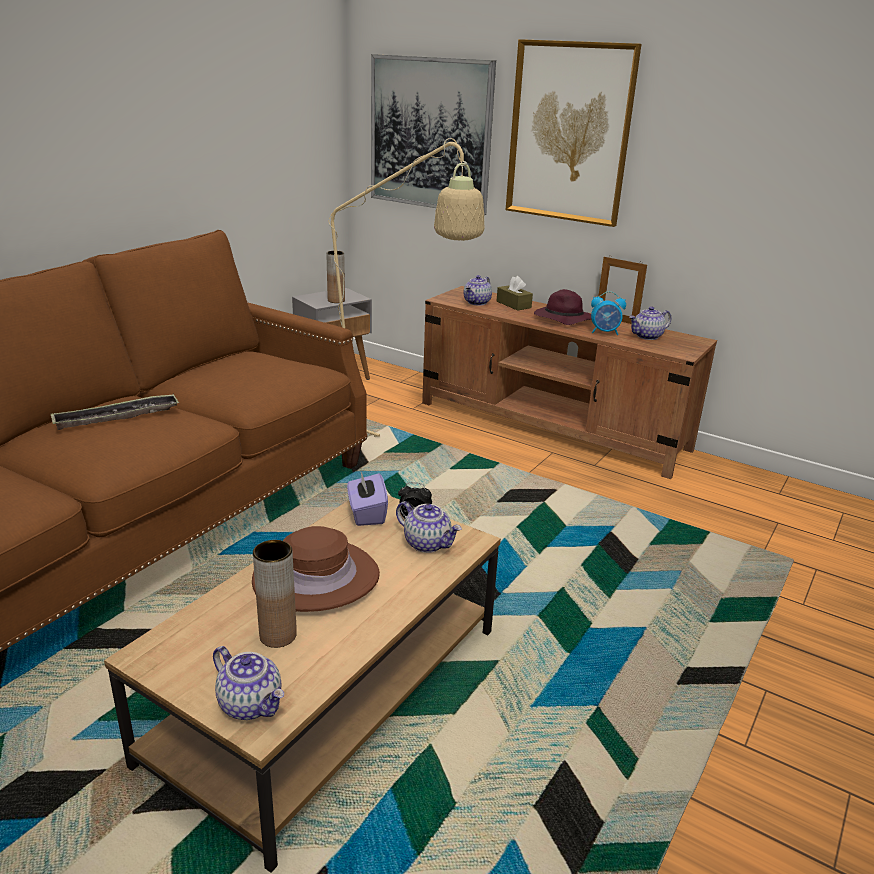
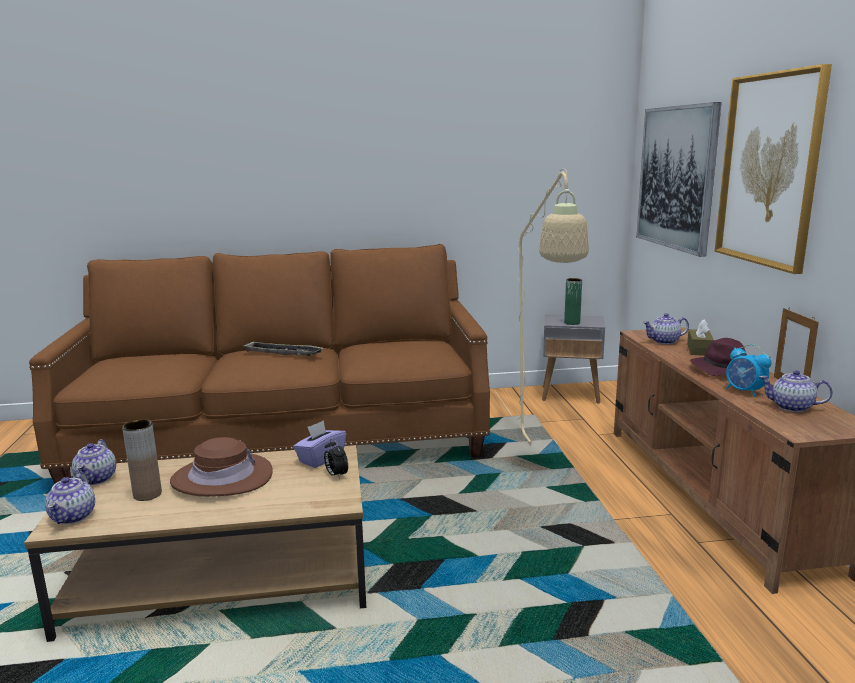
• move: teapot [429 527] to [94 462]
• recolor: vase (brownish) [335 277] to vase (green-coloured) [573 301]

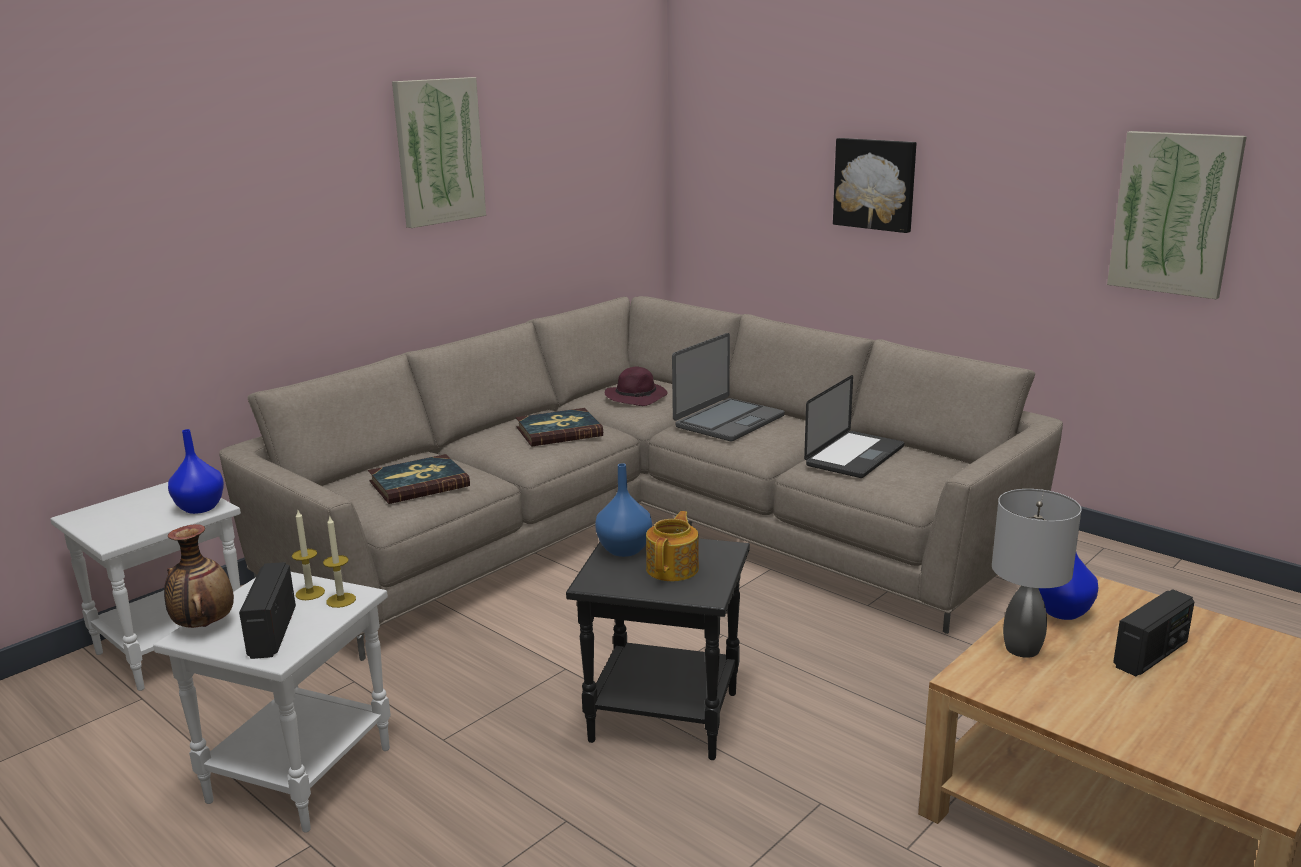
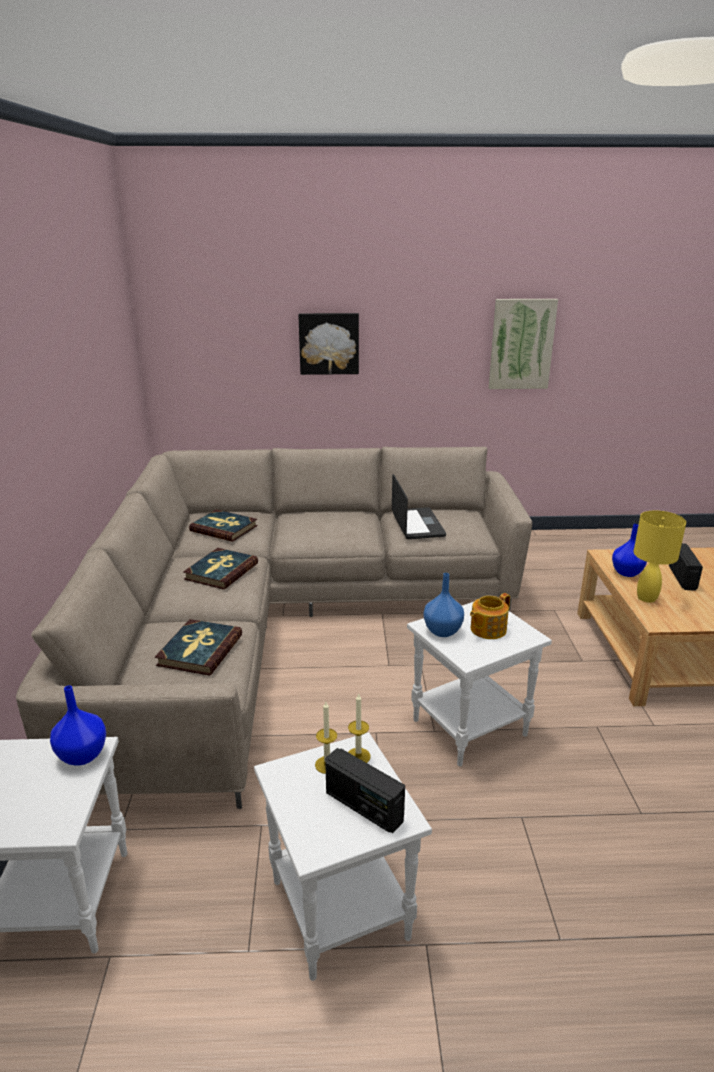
• replace: hat (purple-coloured) [636 386] to book [223 525]
• recolor: end table (black-coloured) [658 649] to end table (white-coloured) [479 684]
• rotate: teapot [672 546] = [490 616] 105 degrees counterclockwise
• recolor: table lamp (gray) [1037 573] to table lamp (yellow) [660 556]
• delete: vase [199 576]
• delete: wall art [439 152]
• delete: laptop [728 387]

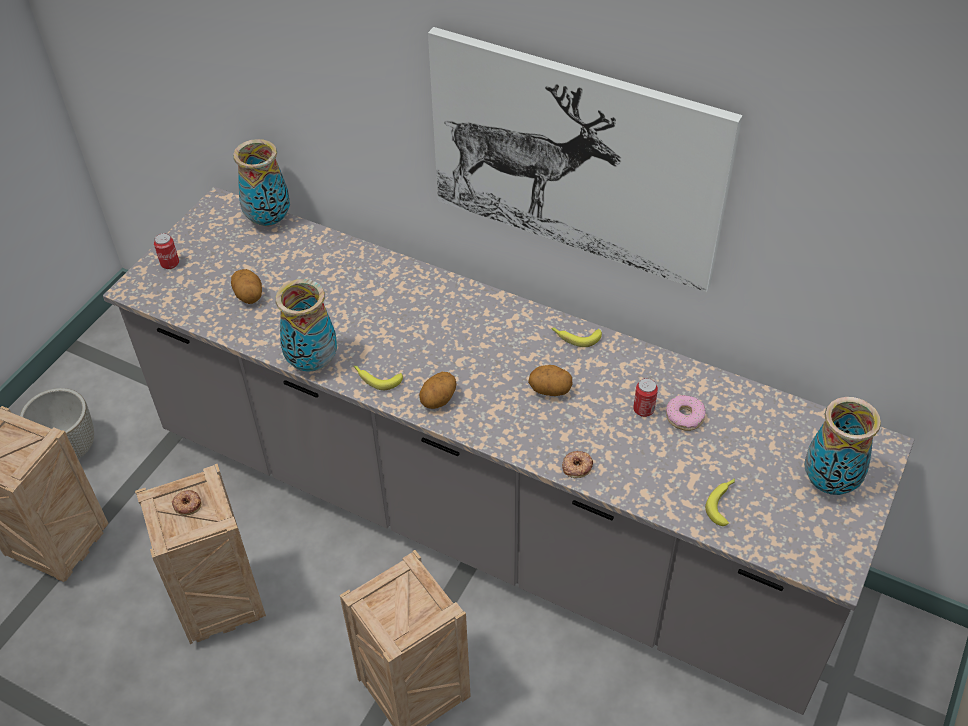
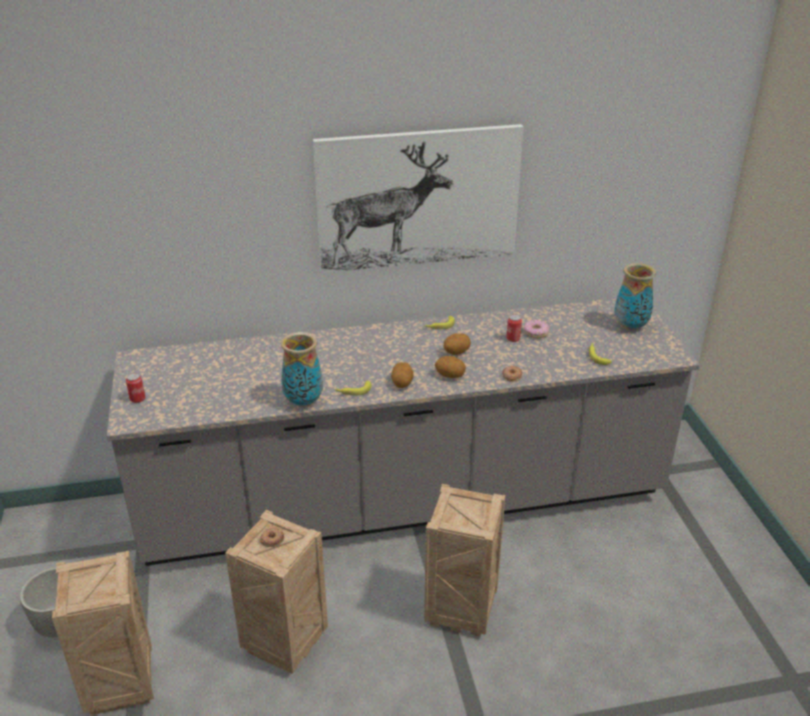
• move: whole potato [246 286] to [450 367]
• delete: vase [261 183]

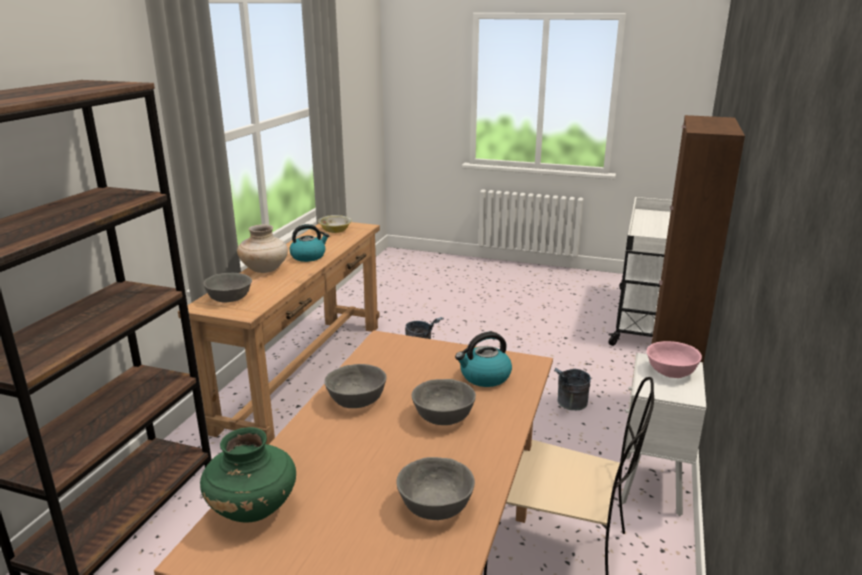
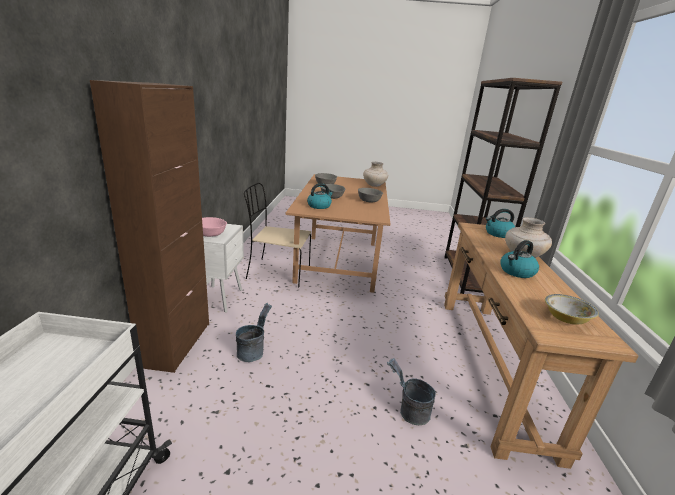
• recolor: vase (green-coloured) [248 475] to vase (beige) [375 174]
• replace: serving bowl (gray) [227 288] to tea kettle [500 223]

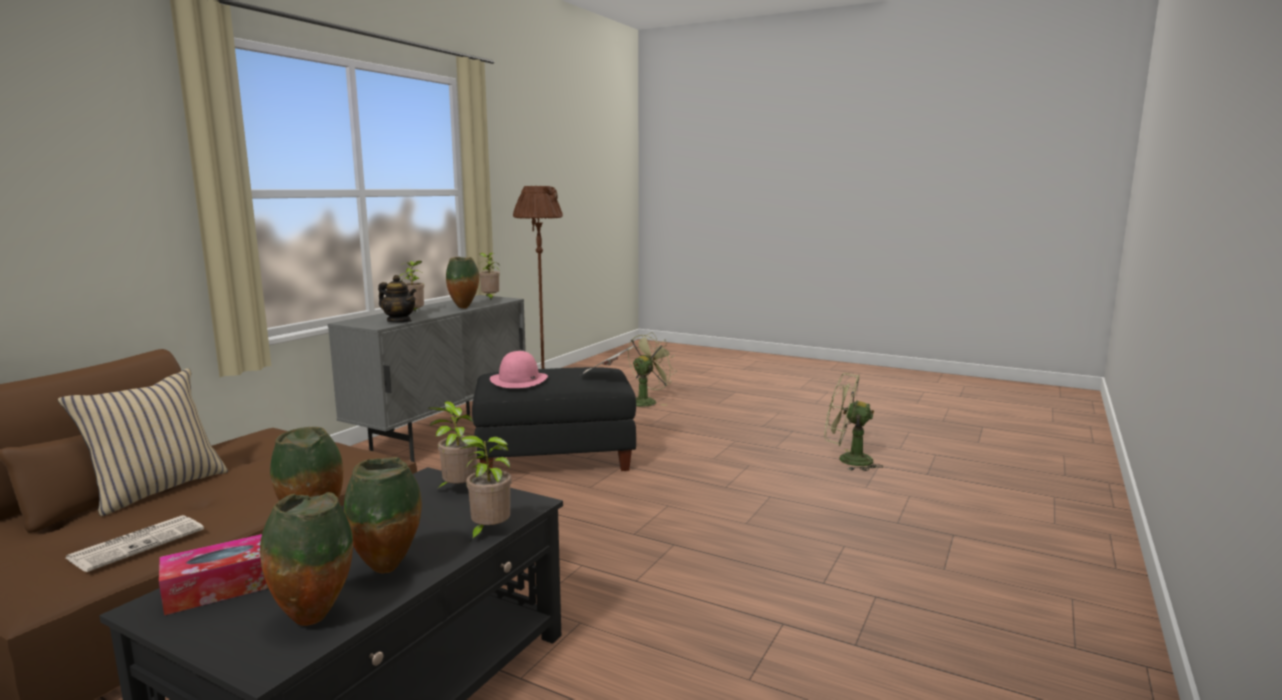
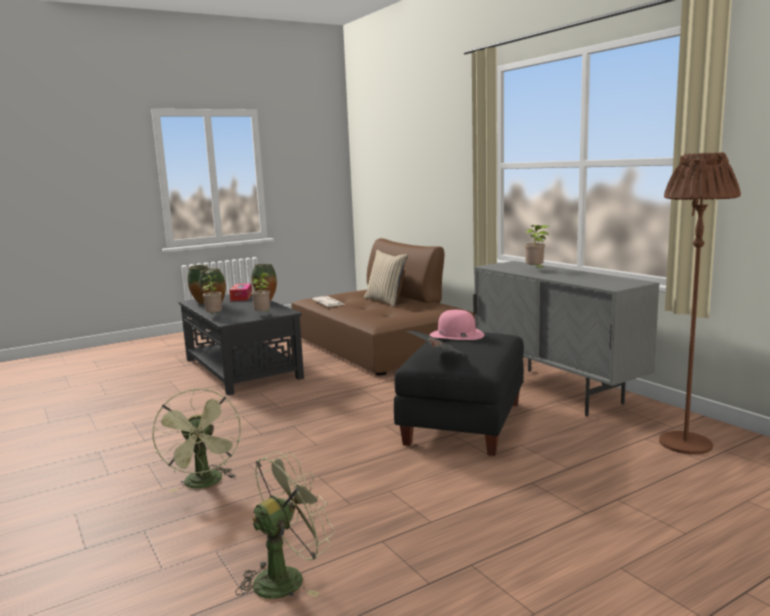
• move: cooling fan (green-coloured) [652 369] to [196 440]
• delete: teapot [397 299]
• delete: vase [462 283]
• delete: plant in a pot [489 276]

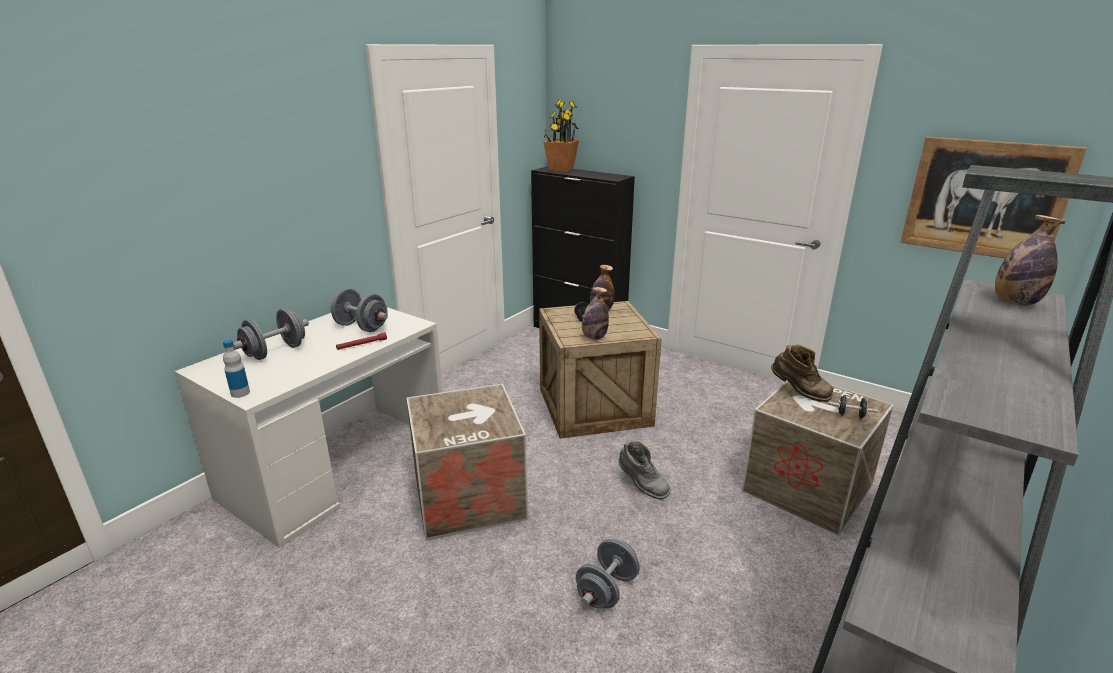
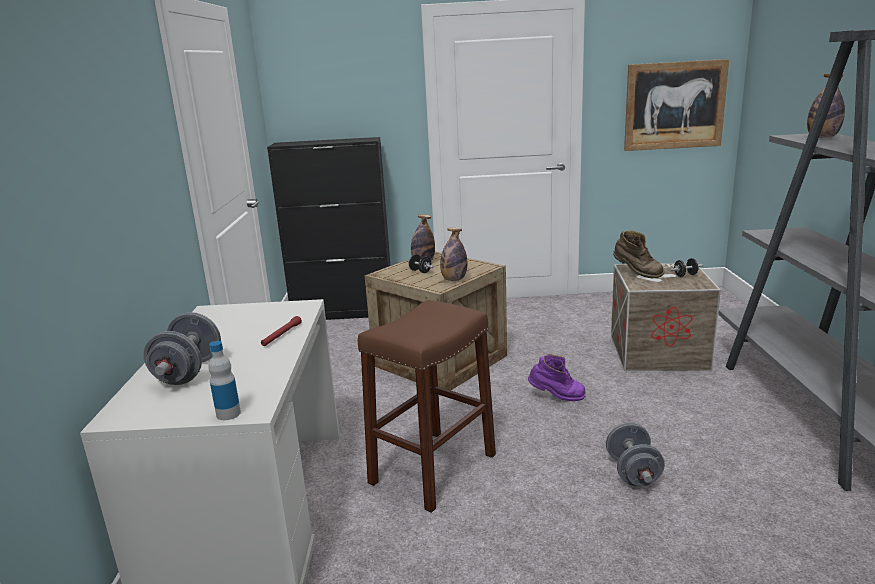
• replace: packing crate [467 462] to stool seat (brownish) [427 406]
• recolor: boot (gray) [645 470] to boot (purple-coloured) [557 377]
• rotate: boot (brownish) [802 373] = [638 254] 45 degrees clockwise
• delete: hand weight (gray) [359 310]
• delete: plant in a pot [561 135]

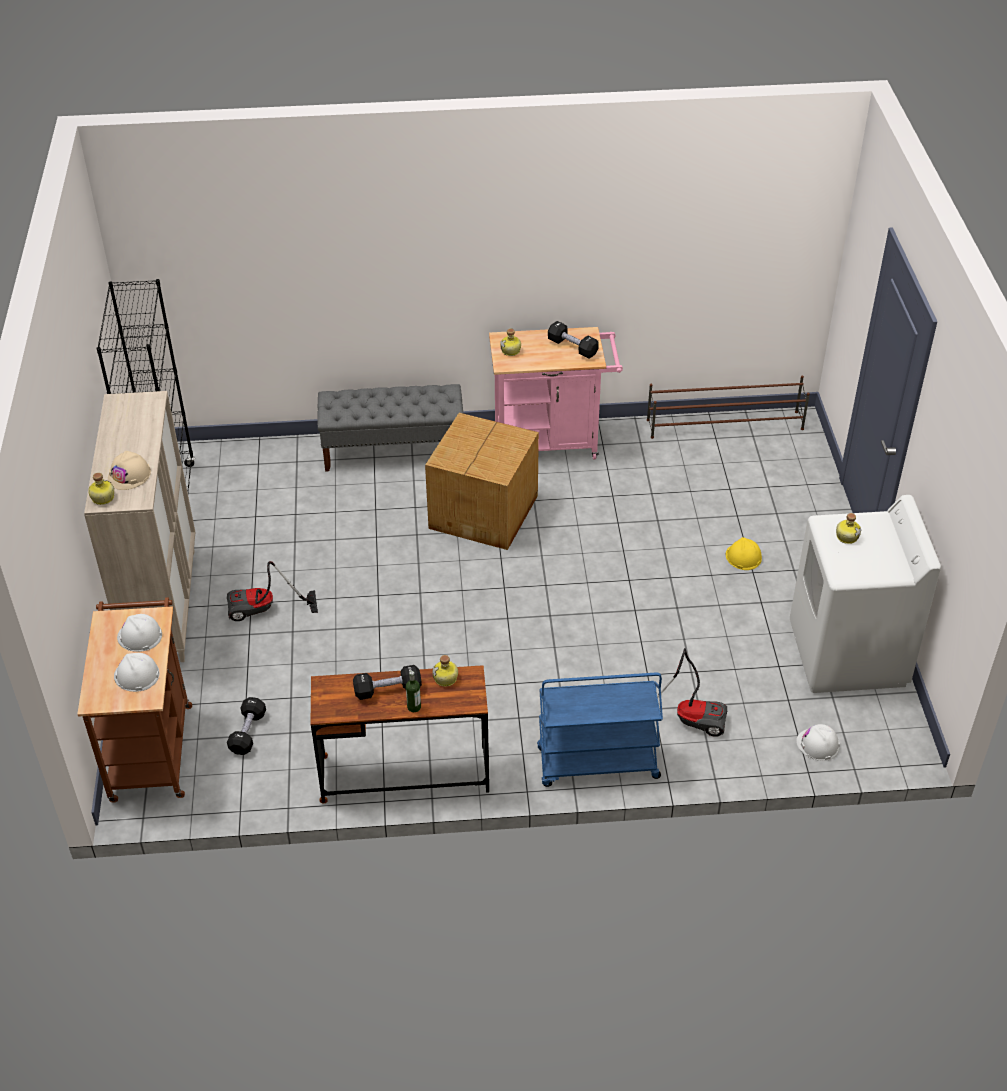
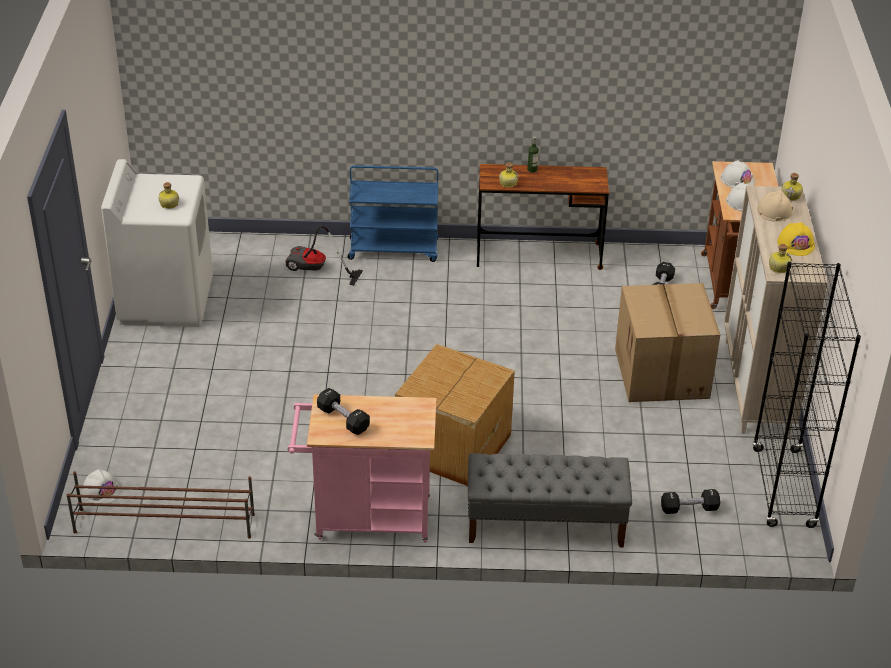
• move: safety helmet (white-coloured) [818 742] to [101 486]
• replace: vacuum cleaner [272 591] to cardboard box [667 342]
• move: hand weight (black-coloured) [387 682] to [690 501]
• move: beverage bottle [510 342] to [780 258]
• move: safety helmet (yellow) [744 553] to [796 239]

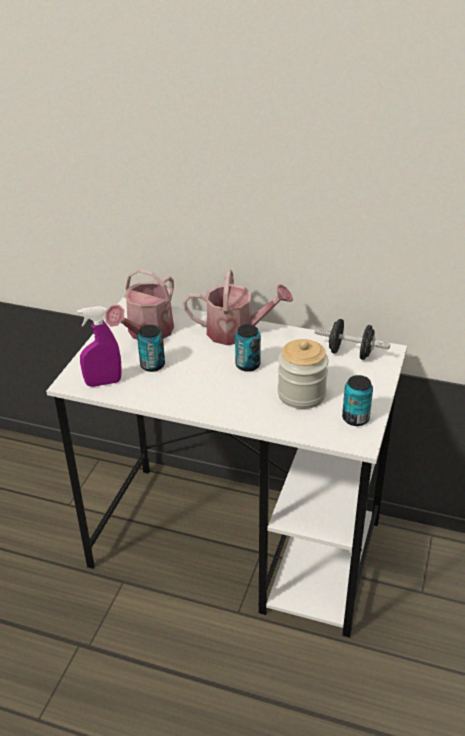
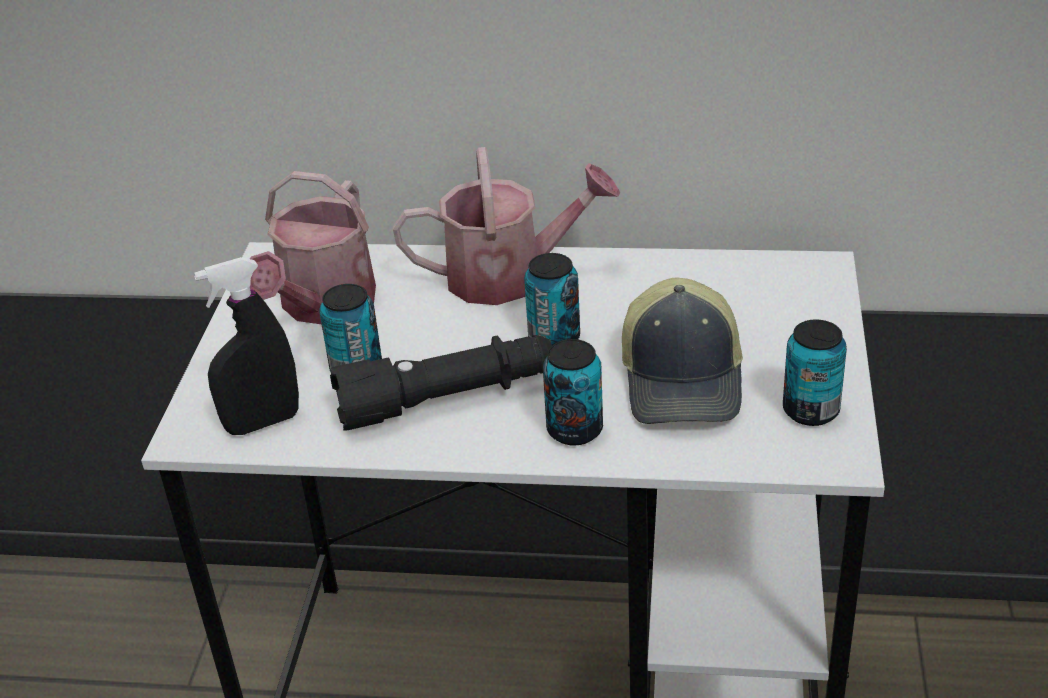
• recolor: hand sprayer (purple-coloured) [99 346] to hand sprayer (black-coloured) [246 346]
• insert: hand torch (black-coloured) [441 383]
• insert: can [573 392]
• replace: preserve jar [303 374] to peaked cap [682 350]
• delete: hand weight (black-coloured) [352 339]

